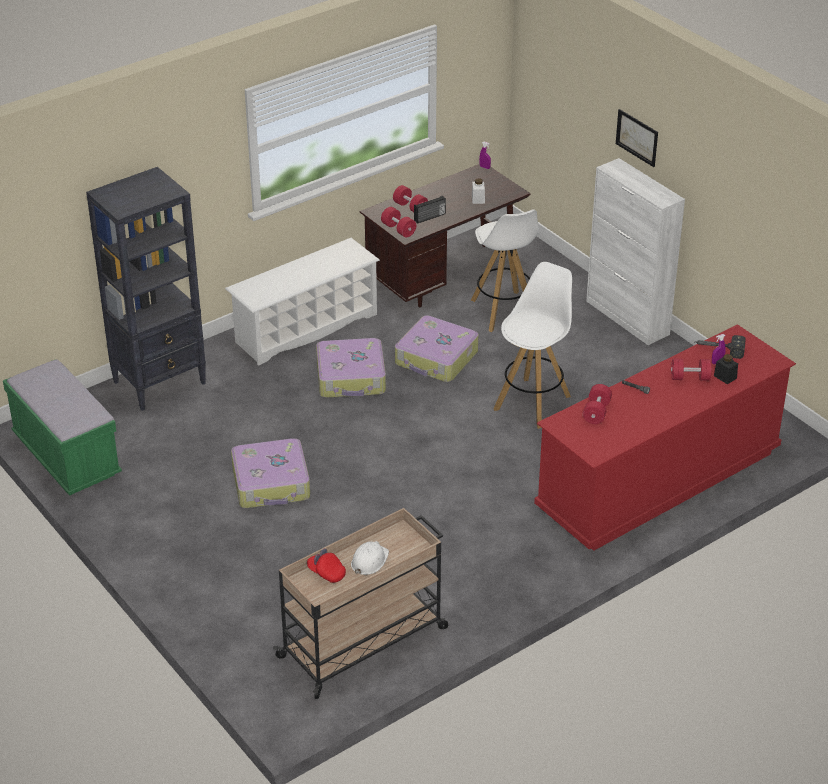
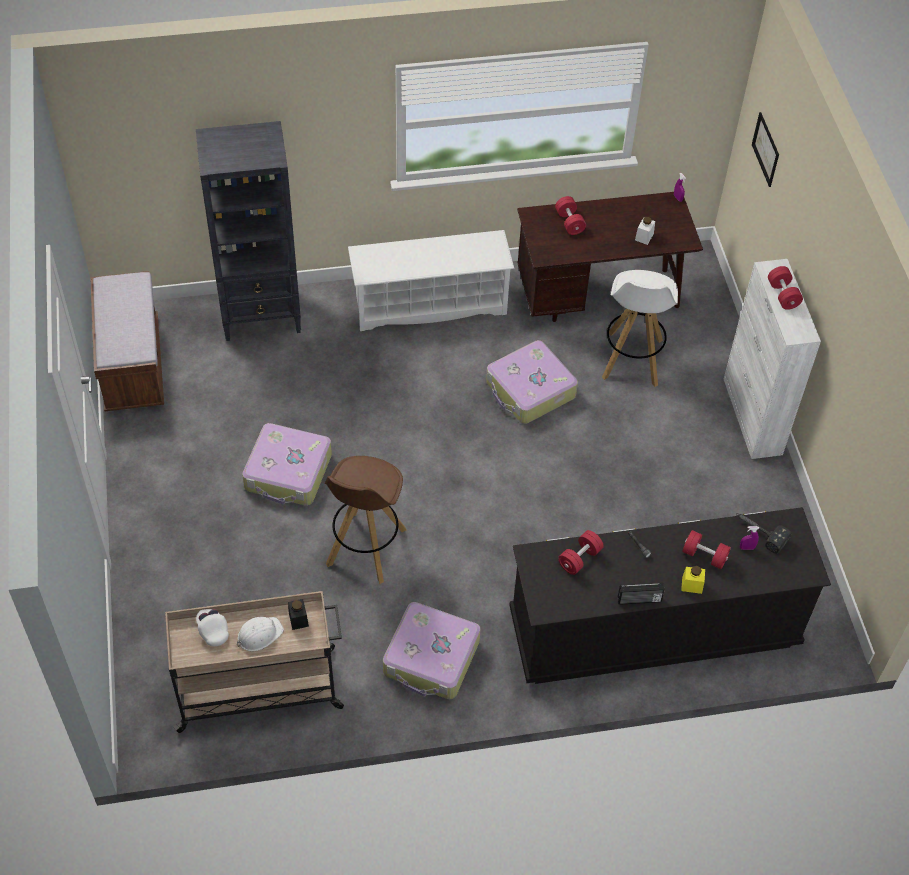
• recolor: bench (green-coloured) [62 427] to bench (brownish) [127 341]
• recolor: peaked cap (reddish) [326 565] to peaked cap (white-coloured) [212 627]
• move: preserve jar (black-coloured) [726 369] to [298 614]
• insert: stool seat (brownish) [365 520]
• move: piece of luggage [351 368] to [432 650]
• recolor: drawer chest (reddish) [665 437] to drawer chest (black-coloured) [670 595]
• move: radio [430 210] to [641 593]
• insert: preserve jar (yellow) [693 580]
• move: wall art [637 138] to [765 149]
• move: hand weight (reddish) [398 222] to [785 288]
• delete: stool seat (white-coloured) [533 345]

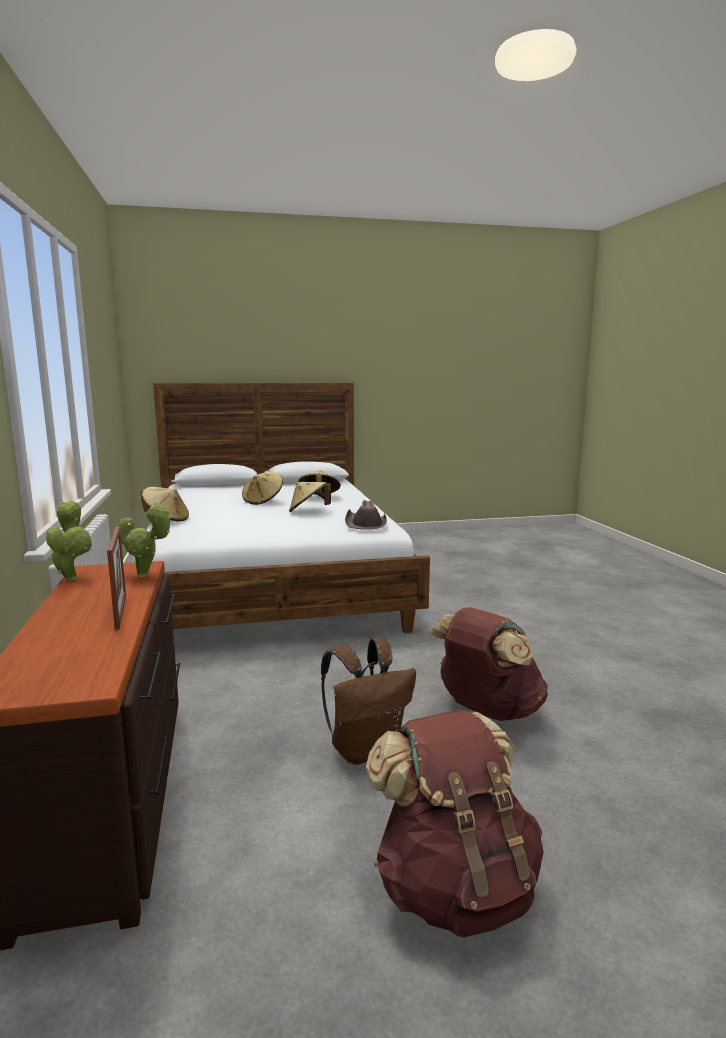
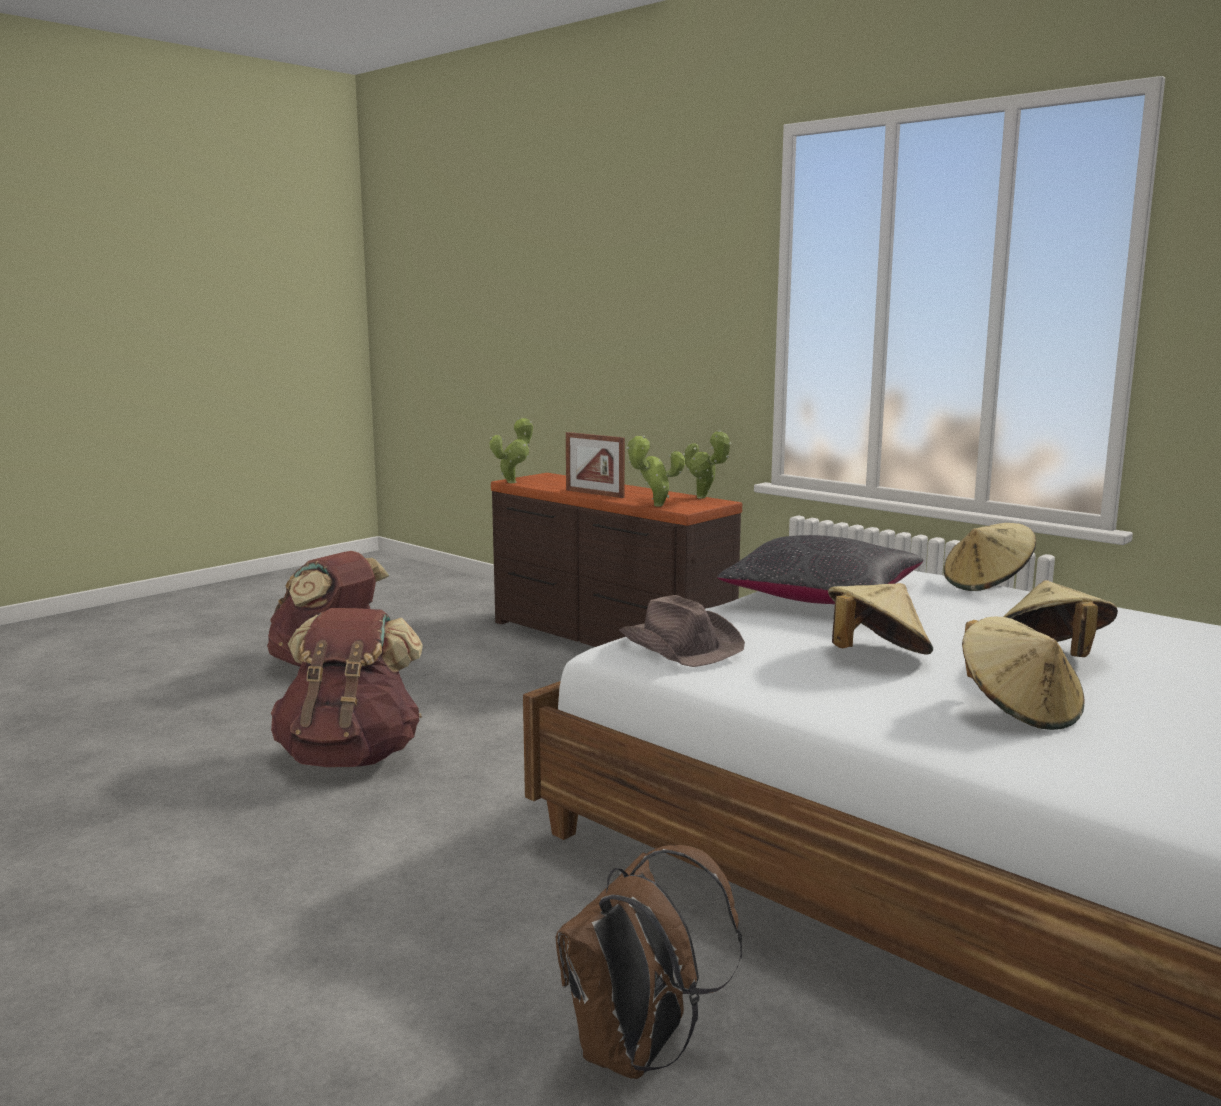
• insert: plant in a pot [511 450]
• move: rucksack (brownish) [368 701] to [649 962]
• insert: cushion (black-coloured) [820 569]

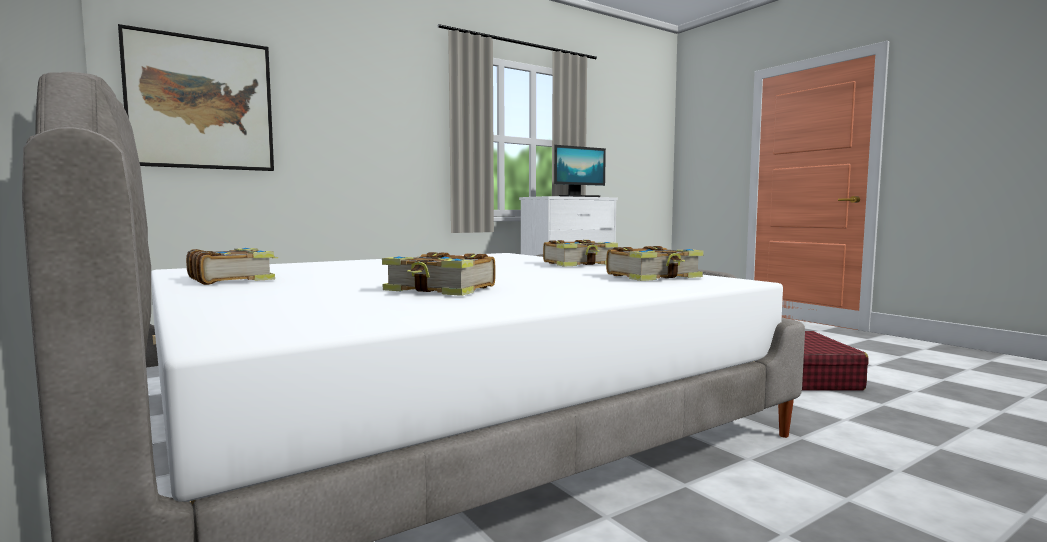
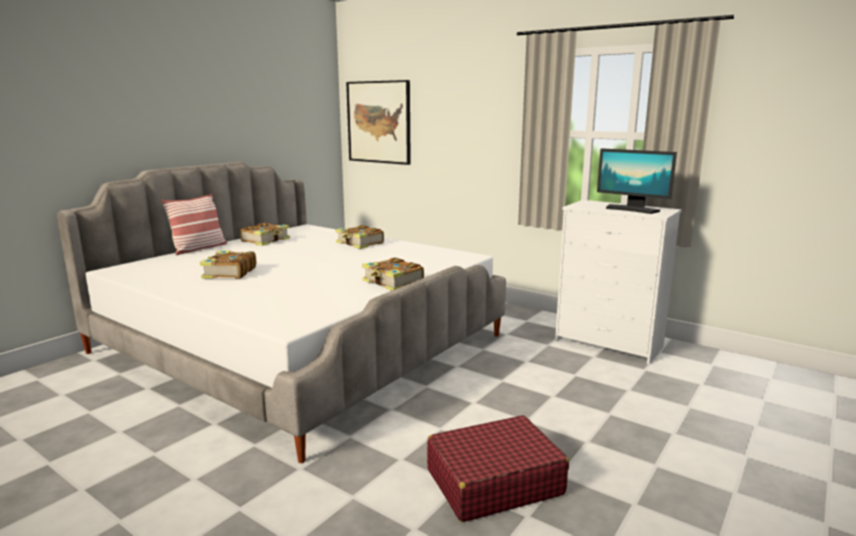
• insert: cushion [194 224]
• move: book [655 263] to [360 237]

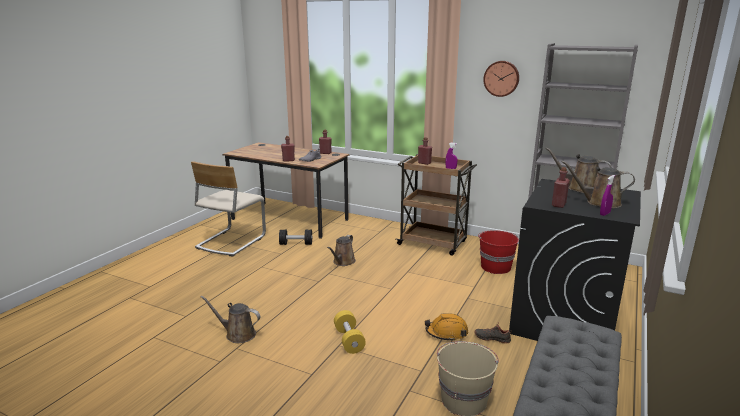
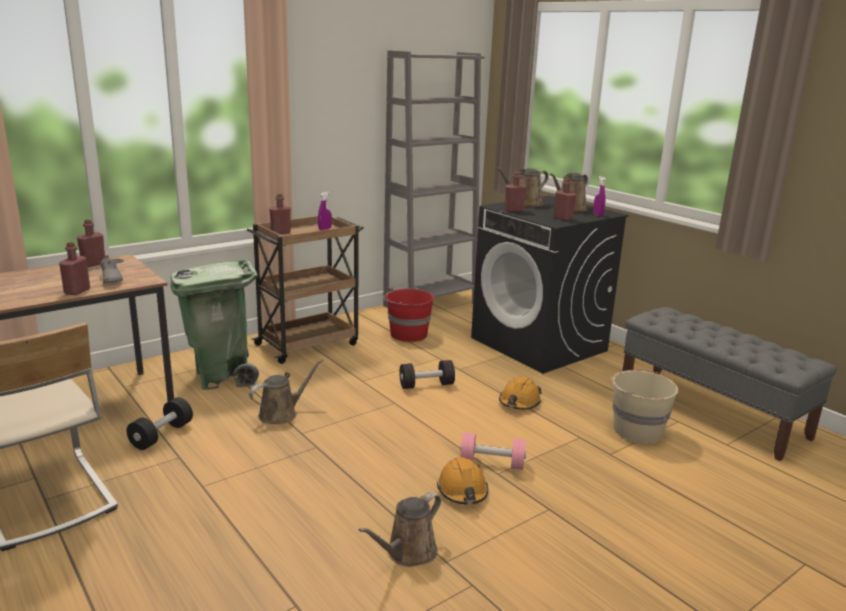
• insert: rubbish bin (green-coloured) [214 324]
• rotate: watering pot (brownish) [341 250] = [286 391] 90 degrees counterclockwise
• insert: hand weight (black-coloured) [427 374]
• insert: safety helmet (orange-coloured) [462 480]
• recolor: hand weight (yellow) [350 332] to hand weight (pink-coloured) [493 451]
• insert: beverage bottle (reddish) [515 192]
• delete: shoe (black-coloured) [493 333]
• delete: hanging clock [501 79]

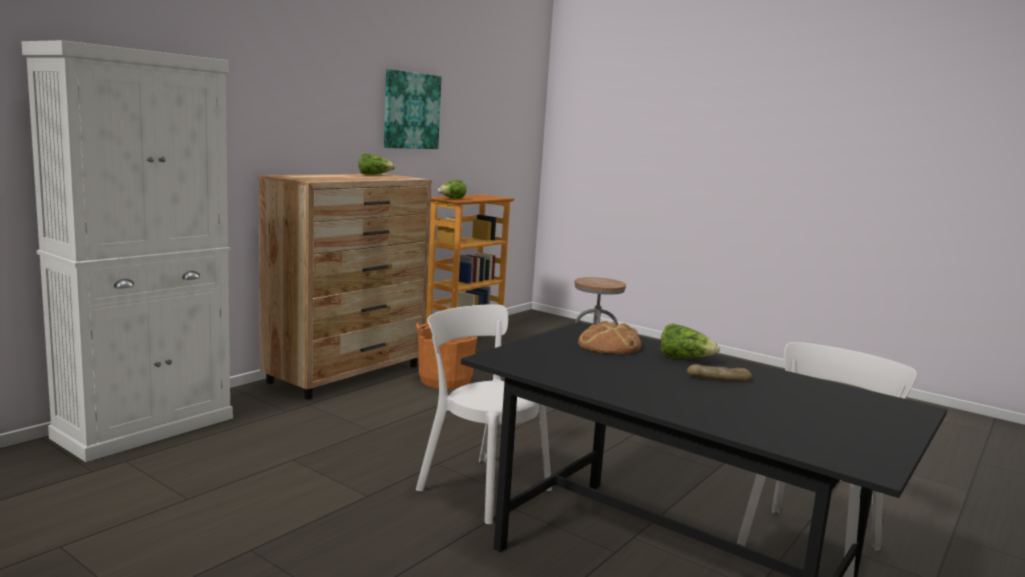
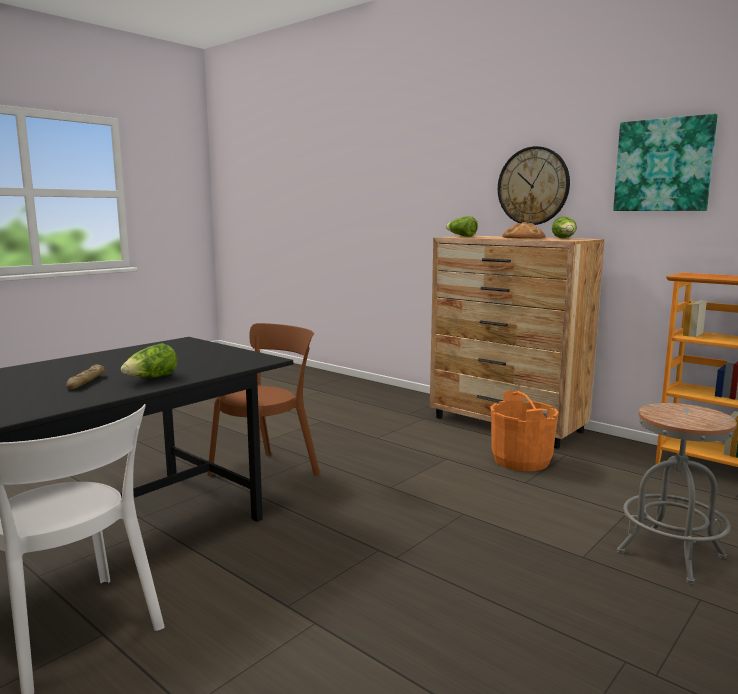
• recolor: chair (white-coloured) [484 414] to chair (brownish) [263 399]
• move: head of lettuce [452 189] to [462 226]
• insert: hanging clock [534 185]
• move: bakery bread [610 337] to [524 230]
• delete: cabinet (white-coloured) [127 251]

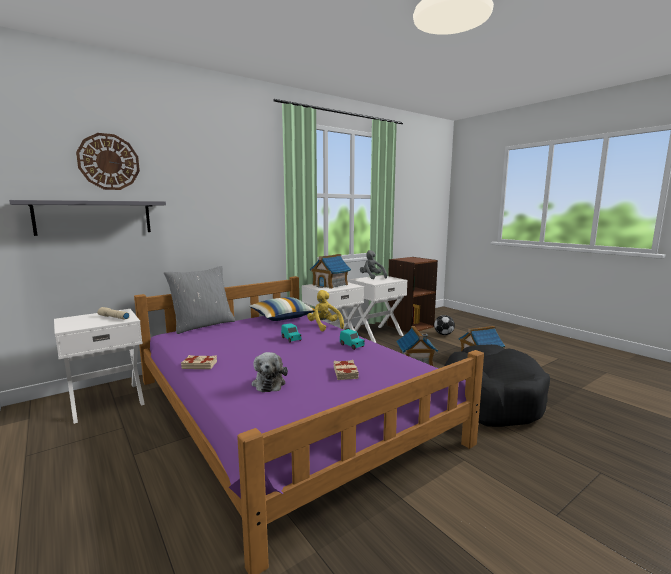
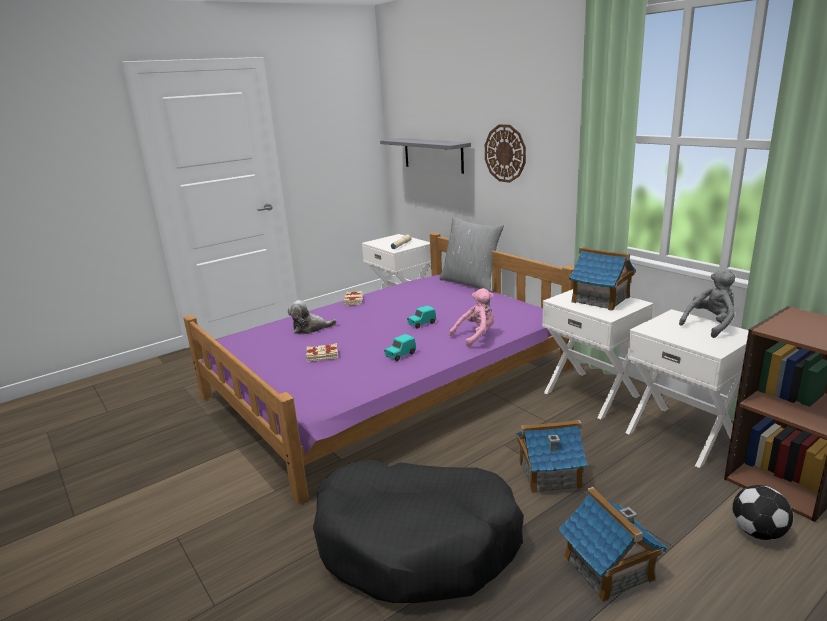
• recolor: soft toy (yellow) [325 310] to soft toy (pink-coloured) [471 317]
• move: hanging clock [108 161] to [505 153]
• delete: cushion [282 309]

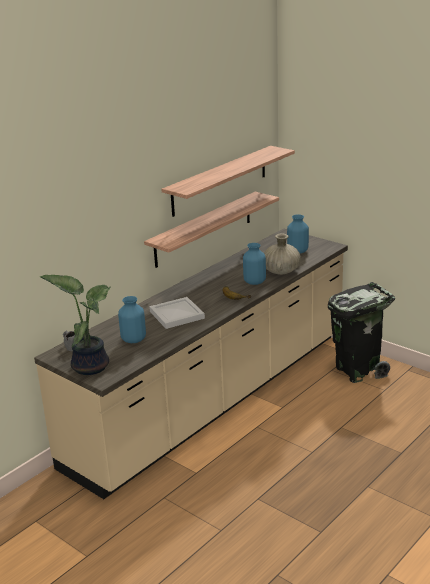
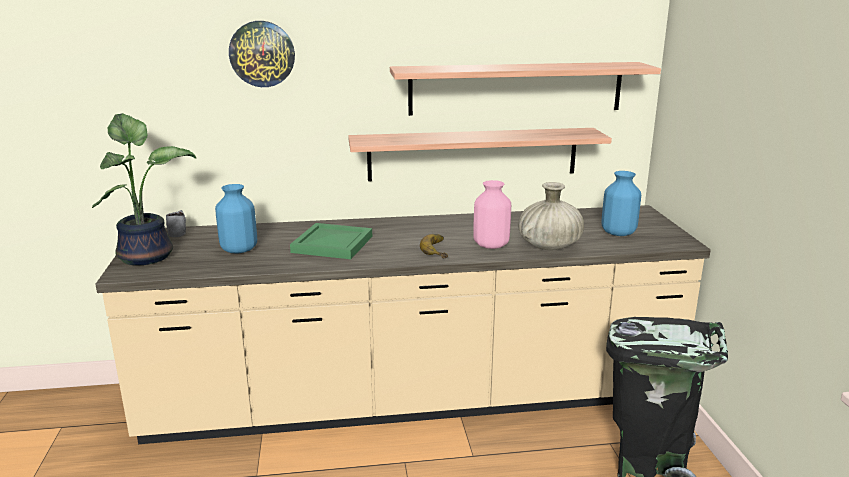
• insert: hanging clock [262 54]
• recolor: carrying tray (white-coloured) [177 313] to carrying tray (green-coloured) [331 241]
• recolor: vase (blue) [254 264] to vase (pink-coloured) [492 214]

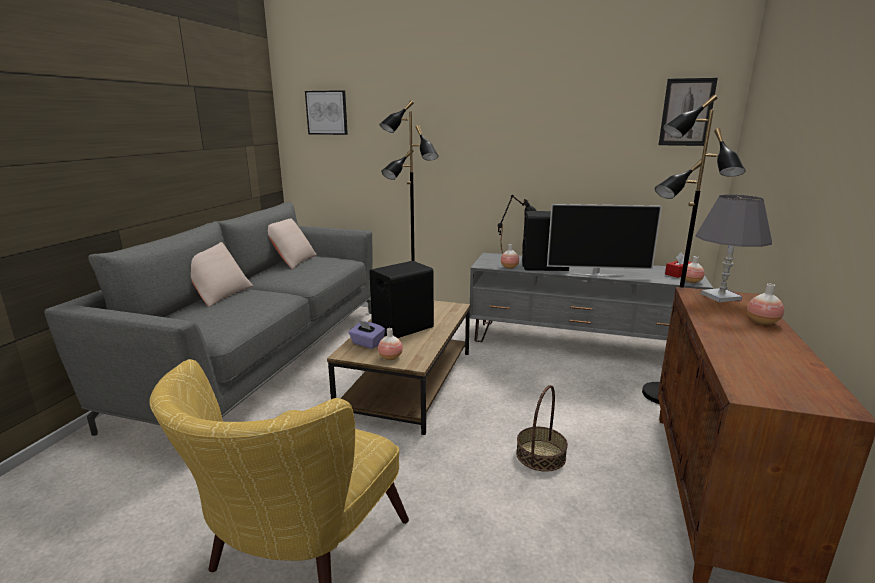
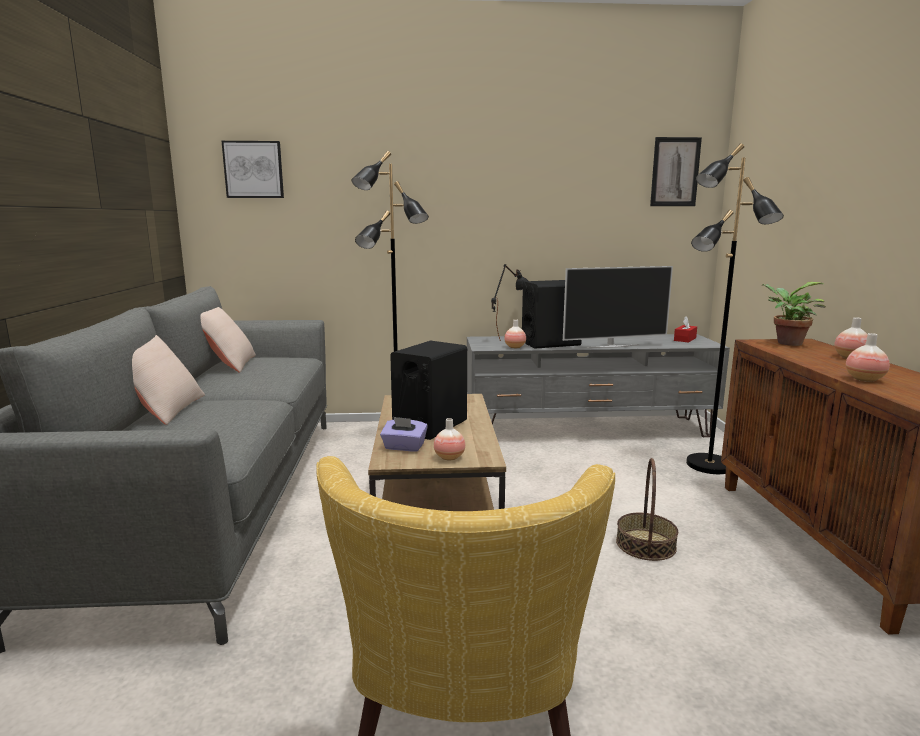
• replace: table lamp (gray) [733 248] to plant in a pot [794 314]
• move: vase [695 269] to [868 357]

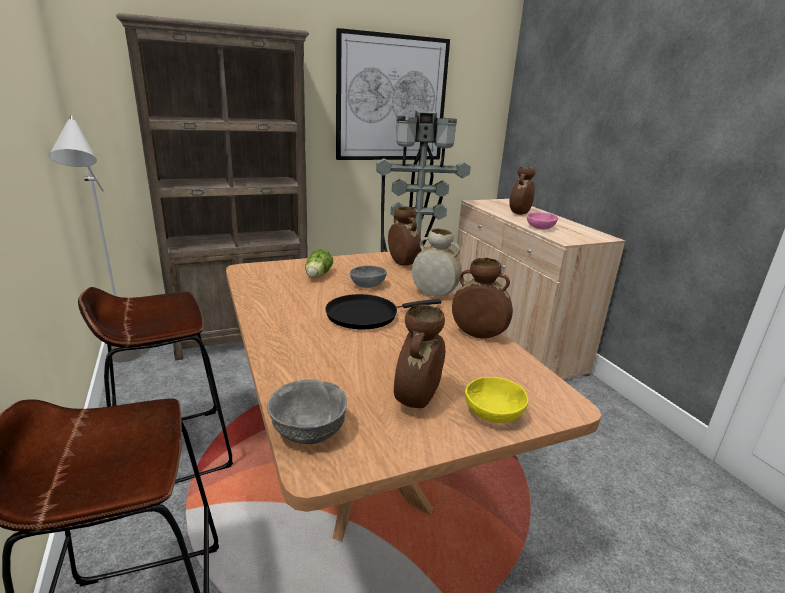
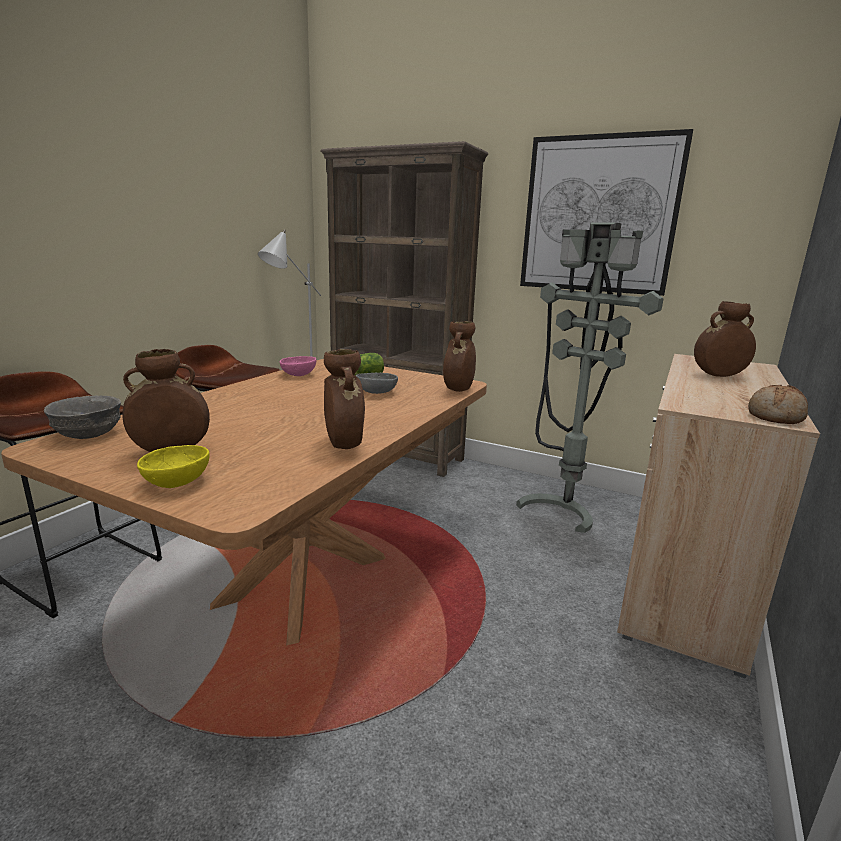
• move: serving bowl (pink-coloured) [542 220] to [298 366]
• insert: bakery bread [778 404]
• delete: pan (black-coloured) [383 311]
• delete: vase (beige) [437 262]

